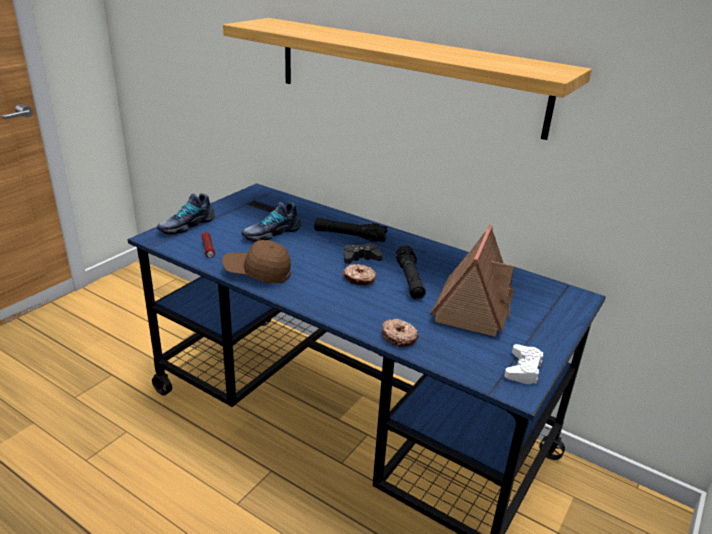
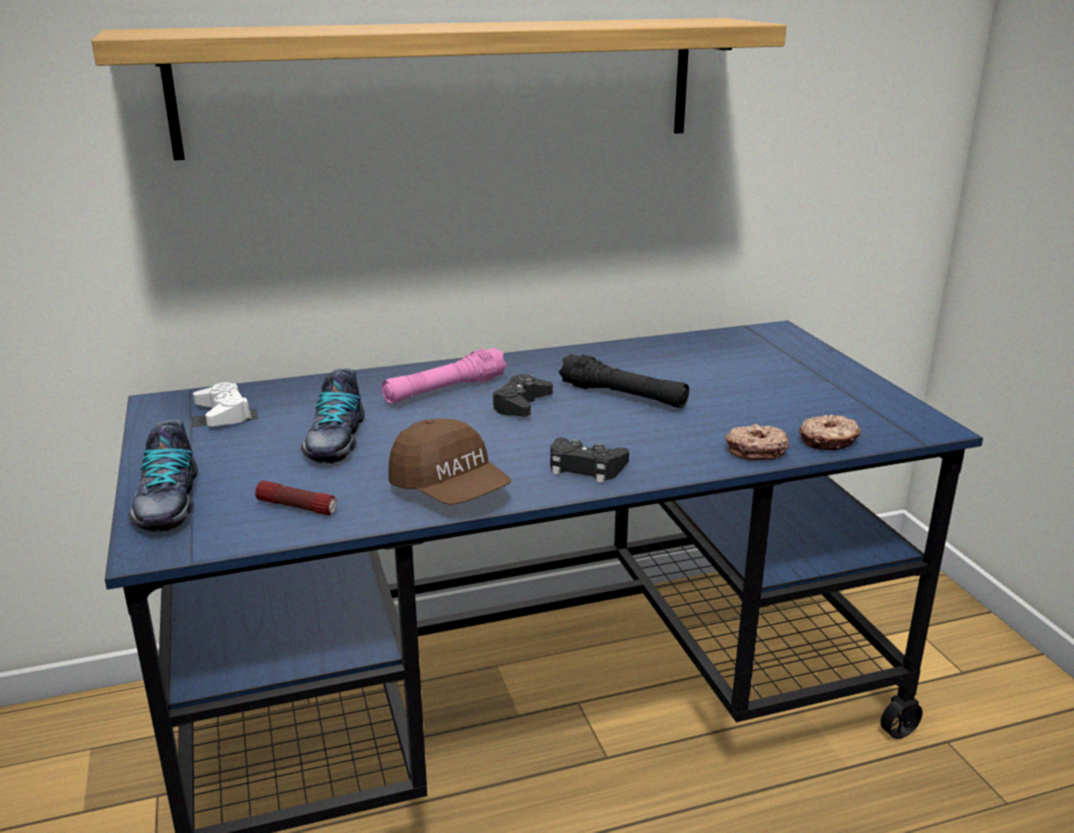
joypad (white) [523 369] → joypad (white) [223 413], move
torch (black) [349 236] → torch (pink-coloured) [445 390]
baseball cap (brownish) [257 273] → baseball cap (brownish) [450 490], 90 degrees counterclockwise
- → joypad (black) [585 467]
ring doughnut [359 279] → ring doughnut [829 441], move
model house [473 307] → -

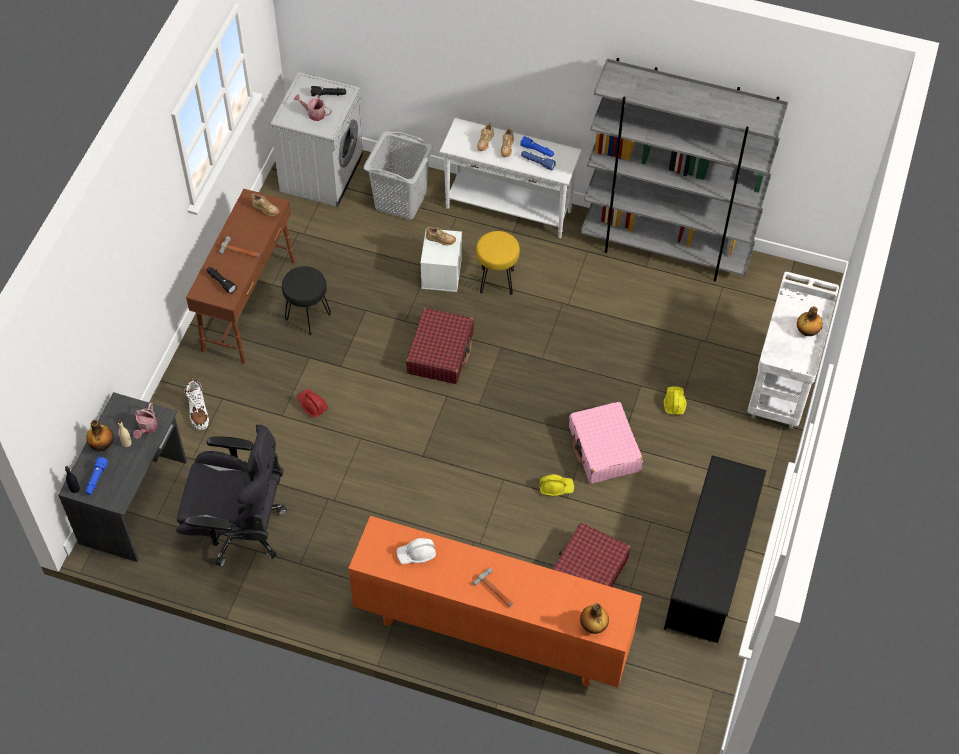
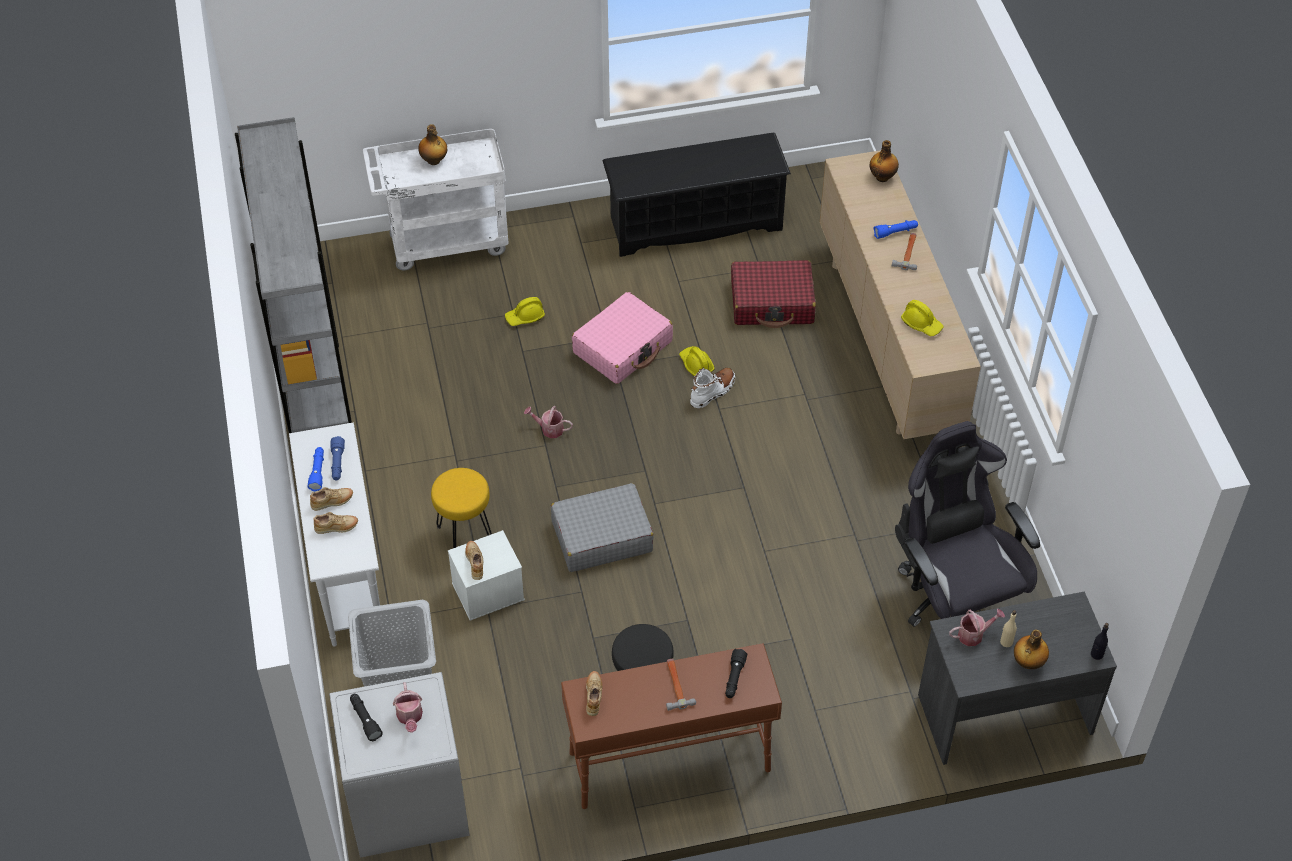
- → sprinkling can [549 429]
suitcase (red-coloured) [440 352] → suitcase (greyish) [601 536]
boot (white) [198 411] → boot (white) [712 391], move
cupboard (orange-coloured) [491 634] → cupboard (sand-coloured) [889 342]
torch (blue) [96 479] → torch (blue) [895 232], move
work helmet (white) [416 554] → work helmet (yellowish) [921 324]
work helmet (red-coloured) [312 405] → -

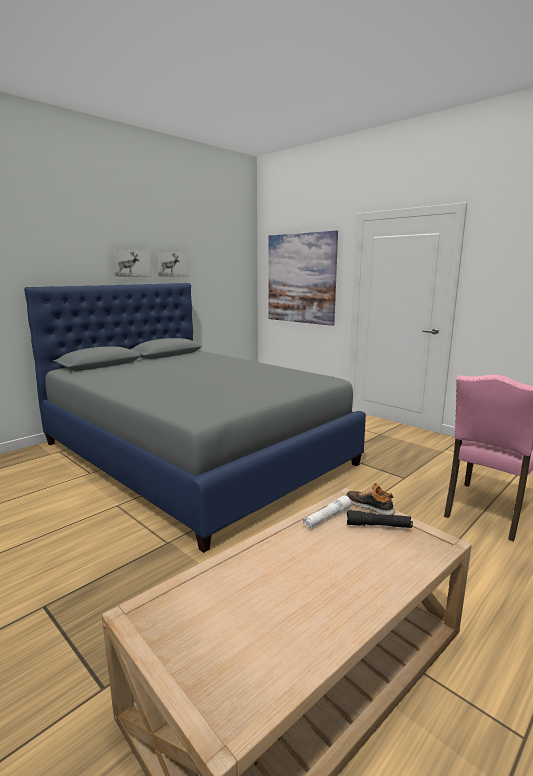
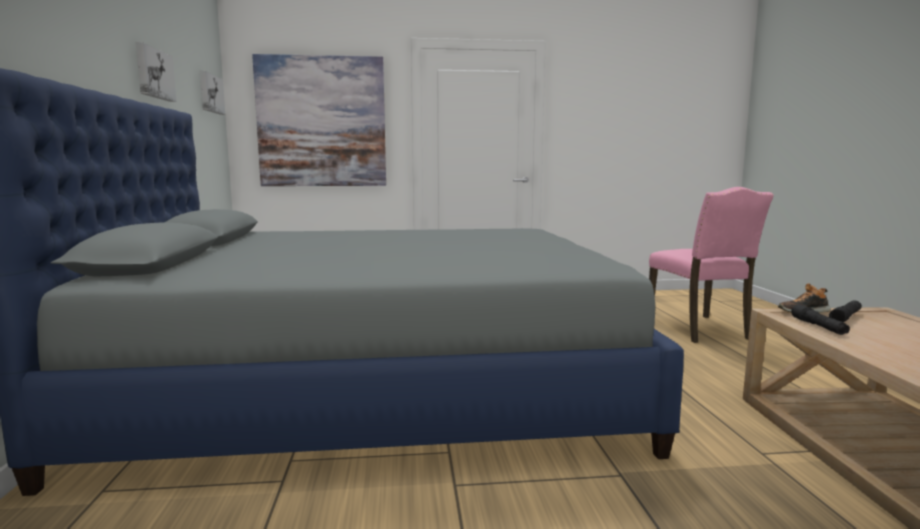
wall art [131 263] → wall art [210 93], move
torch (white) [327 518] → torch (black) [818 327]

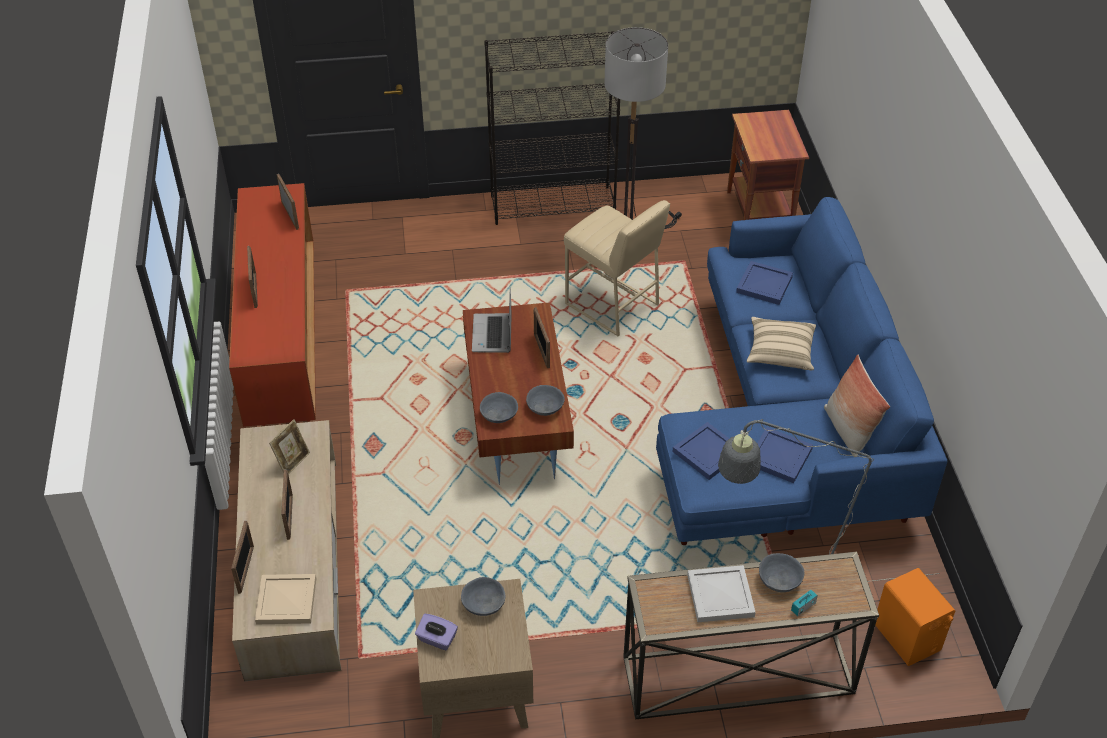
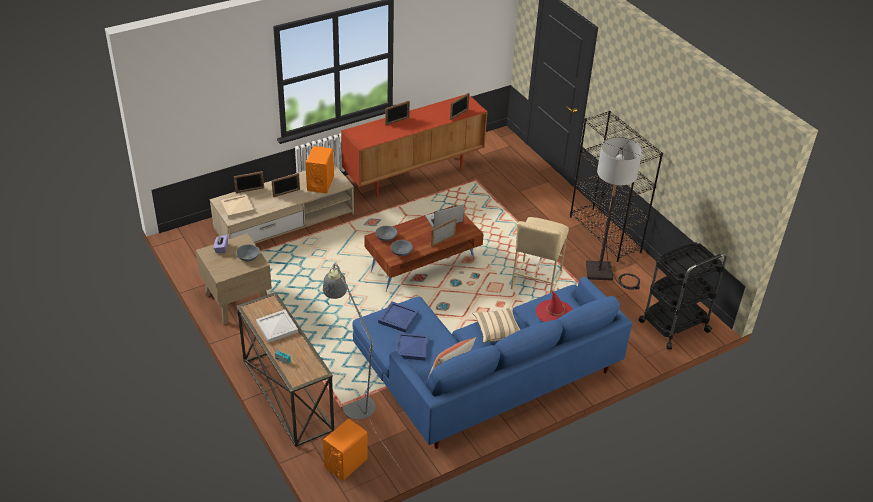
standing frame [292 461] → audio speaker (orange-coloured) [320 183]
tray (blue) [765 284] → hat (red-coloured) [554 313]
nightstand [760 212] → wheeled cart (black) [673 326]
serving bowl (greyish) [780 579] → -

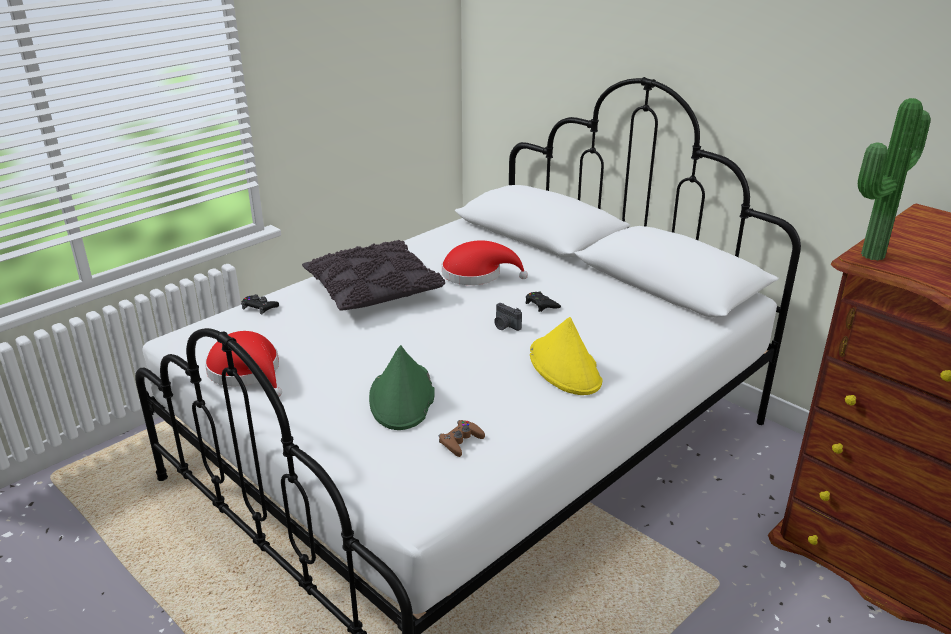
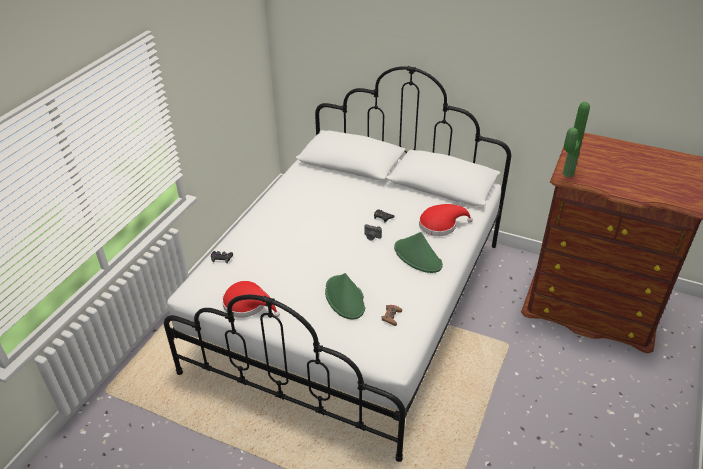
hat (yellowish) [565 367] → hat (green-coloured) [418 257]
hat (red-coloured) [476 274] → hat (red-coloured) [440 225], move
throw pillow (black) [373 290] → -

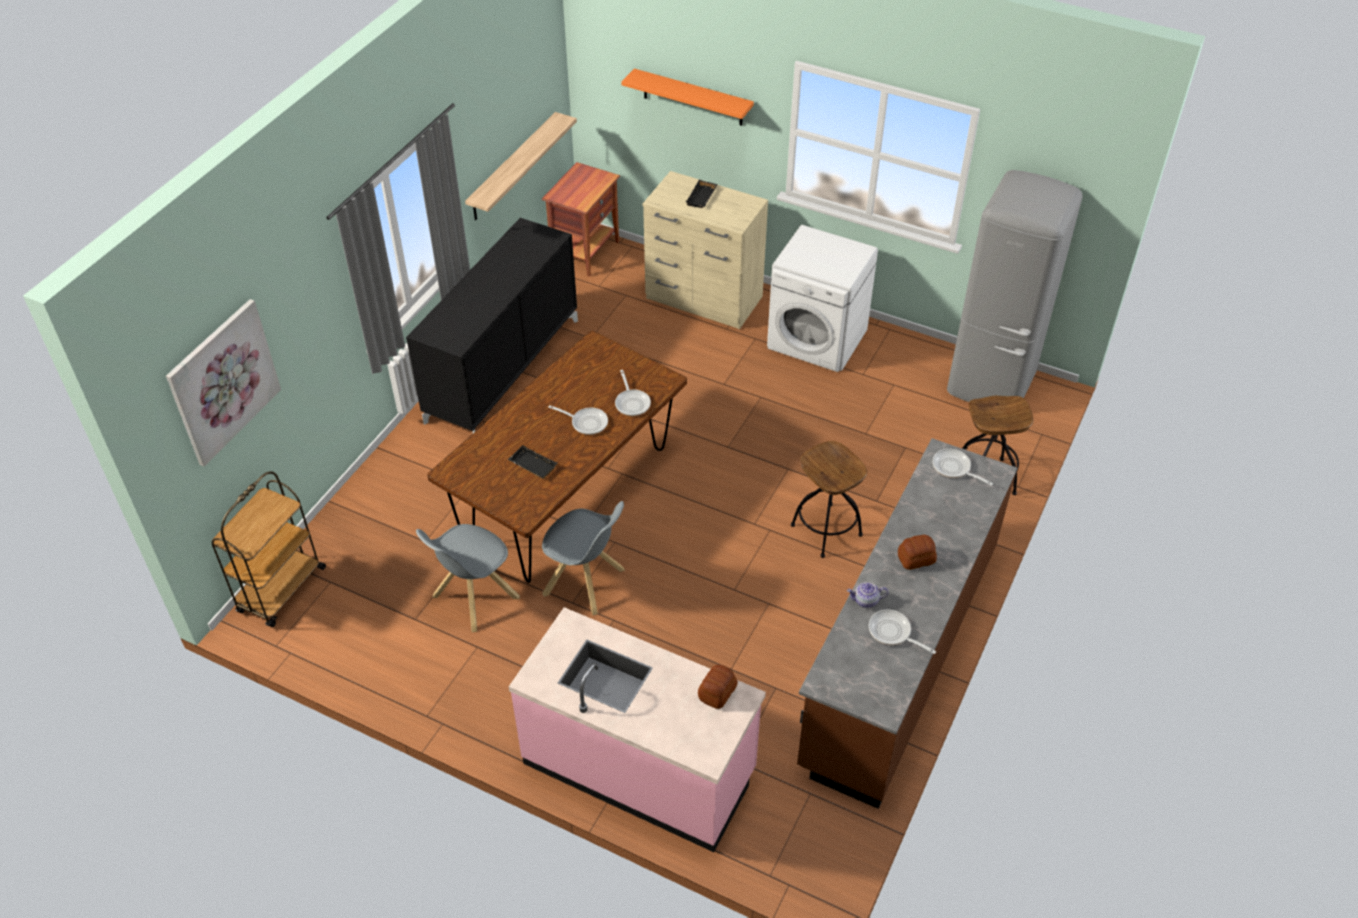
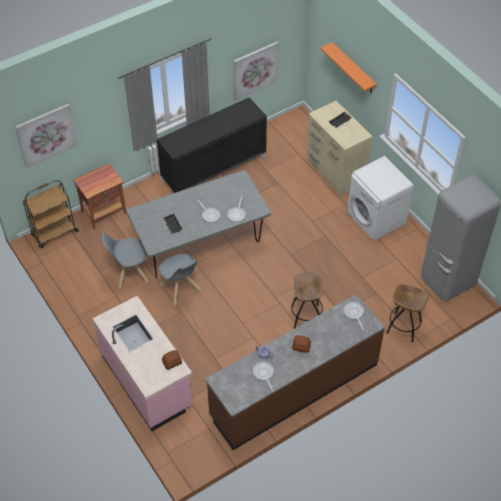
nightstand [585 252] → nightstand [104 212], move
kitchen table (brownish) [567 495] → kitchen table (greyish) [200 244]
bracket shelf [513 167] → wall art [255 70]

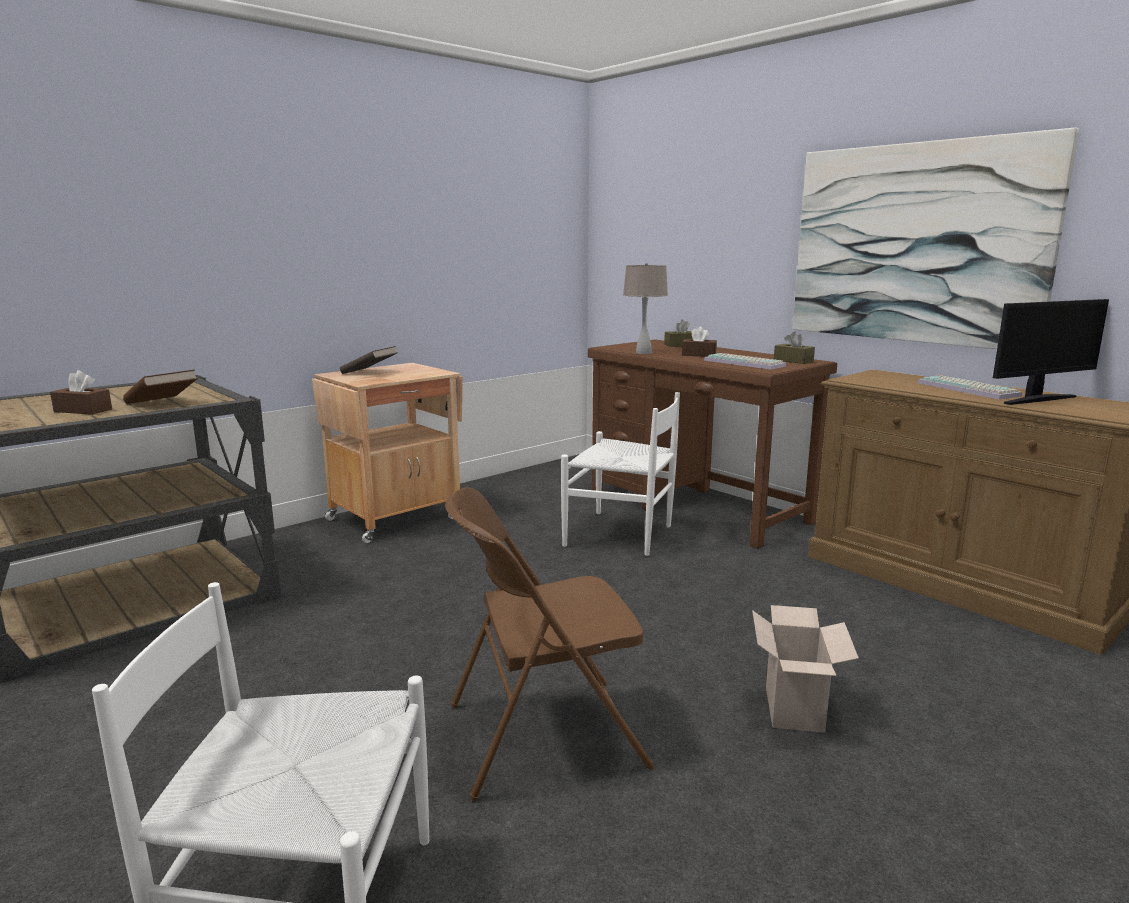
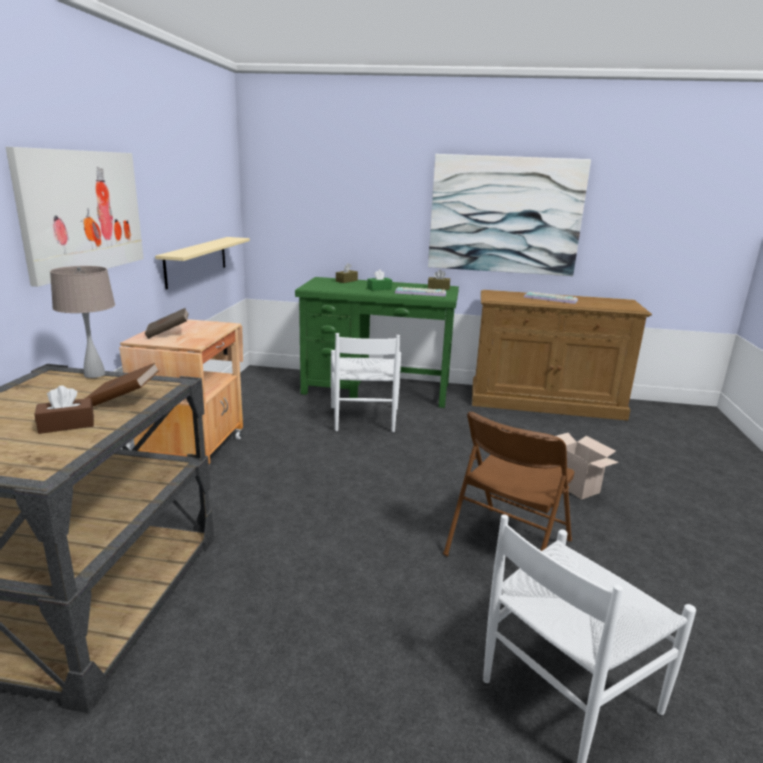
- → wall art [83 212]
lamp for a table (sand-coloured) [644 353] → lamp for a table (sand-coloured) [95 374], move
- → bracket shelf (sand-coloured) [196 261]
desk (brownish) [698 506] → desk (green-coloured) [377 389]
upright chair (white) [620 535] → upright chair (white) [364 420], 105 degrees clockwise
box of tissues (brownish) [698 355] → box of tissues (green-coloured) [379 288]
computer display [1037 399] → -

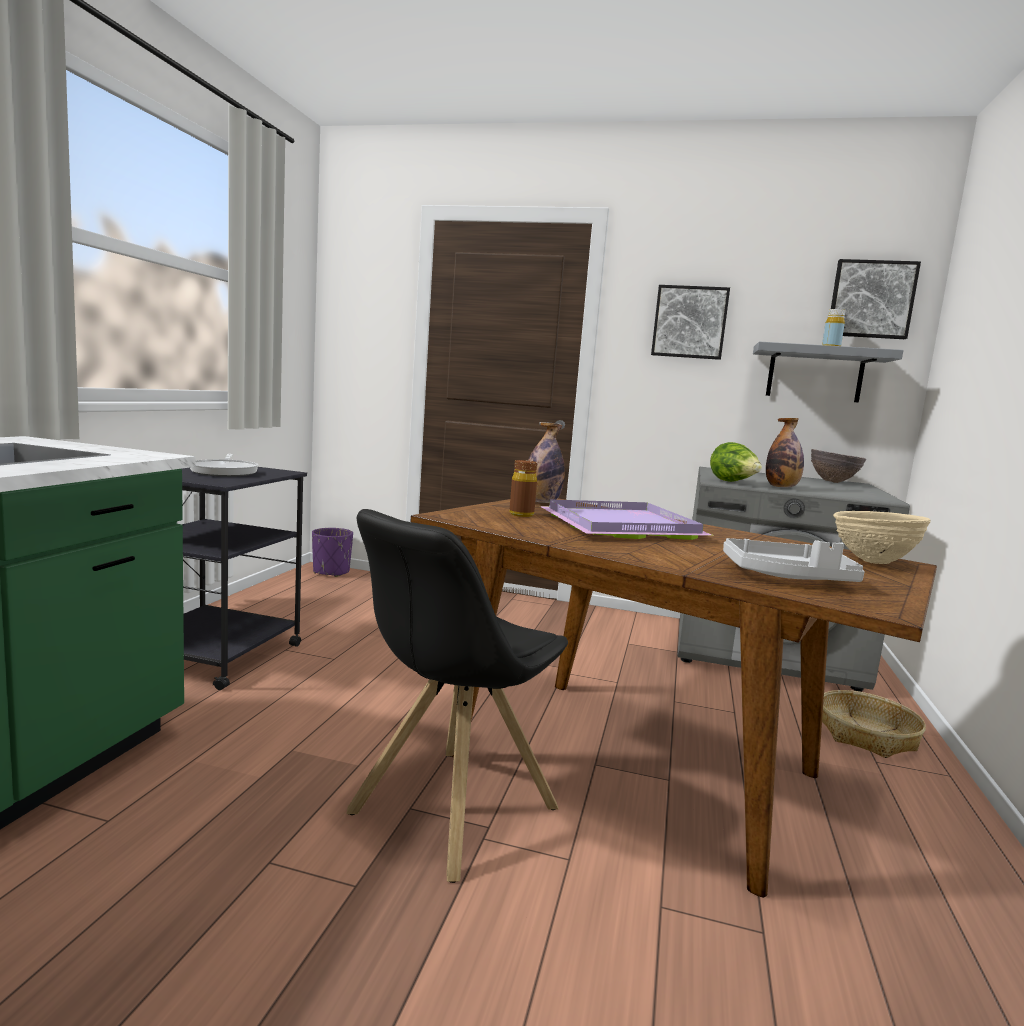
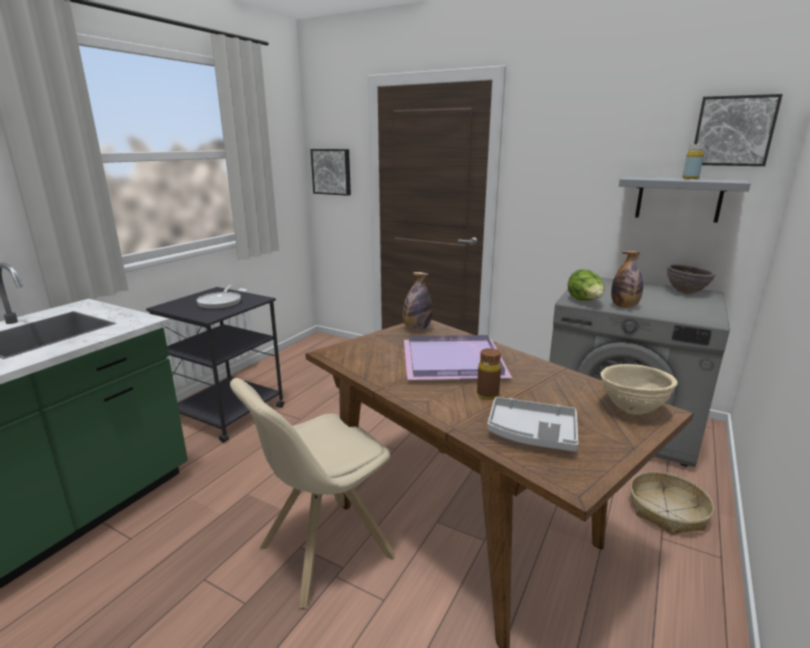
upright chair (black) [451 809] → upright chair (sand-coloured) [325 551]
wall art [689 322] → wall art [332 171], move
bottle (brownish) [521 514] → bottle (brownish) [487 395], move
flower pot (purple-coloured) [331 572] → -

